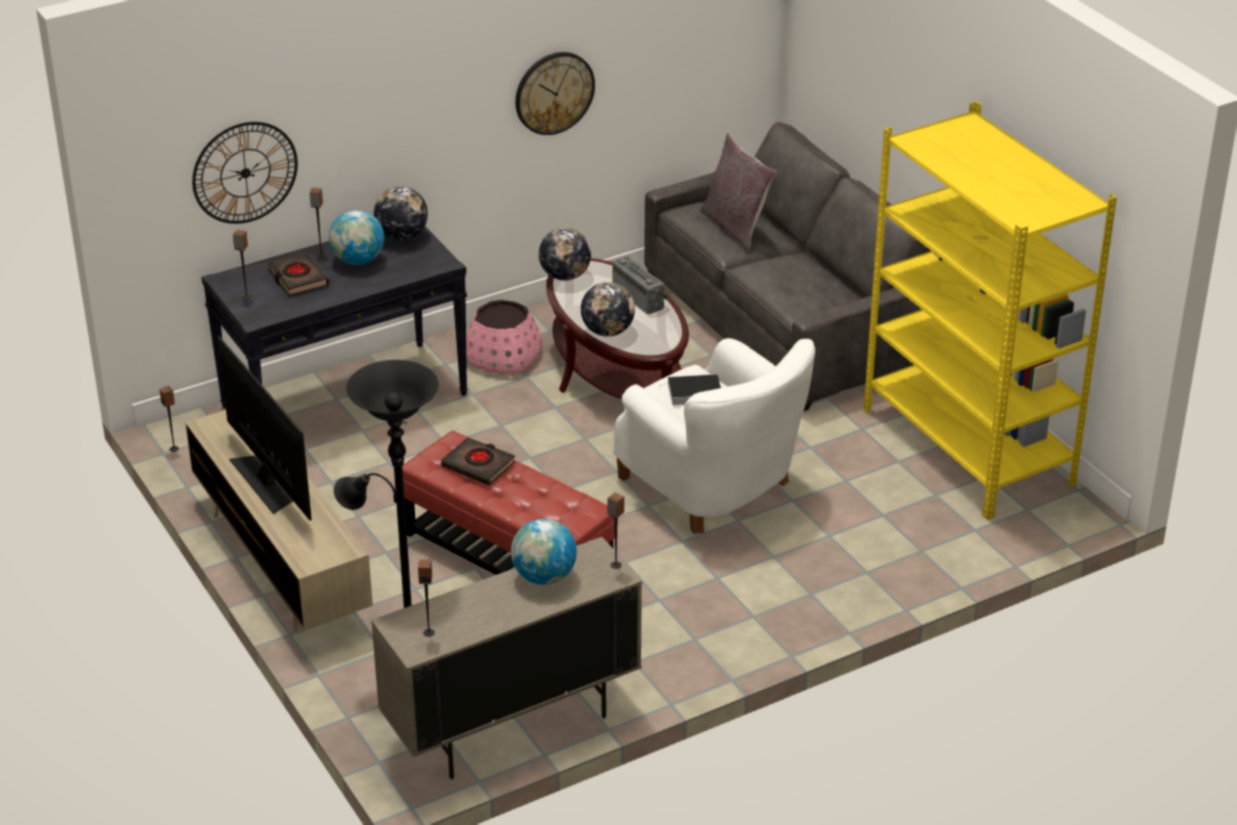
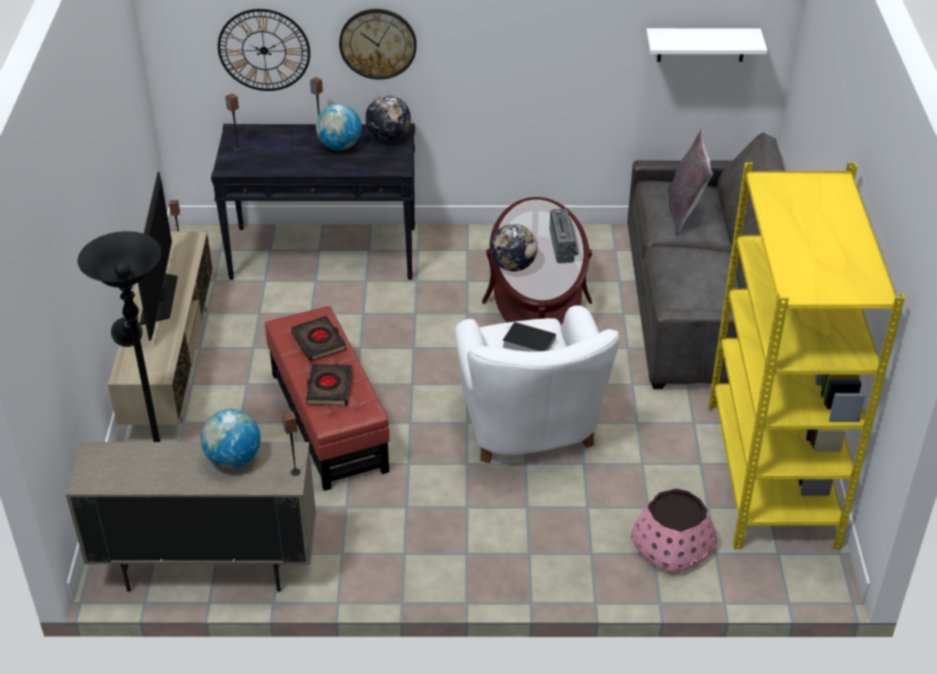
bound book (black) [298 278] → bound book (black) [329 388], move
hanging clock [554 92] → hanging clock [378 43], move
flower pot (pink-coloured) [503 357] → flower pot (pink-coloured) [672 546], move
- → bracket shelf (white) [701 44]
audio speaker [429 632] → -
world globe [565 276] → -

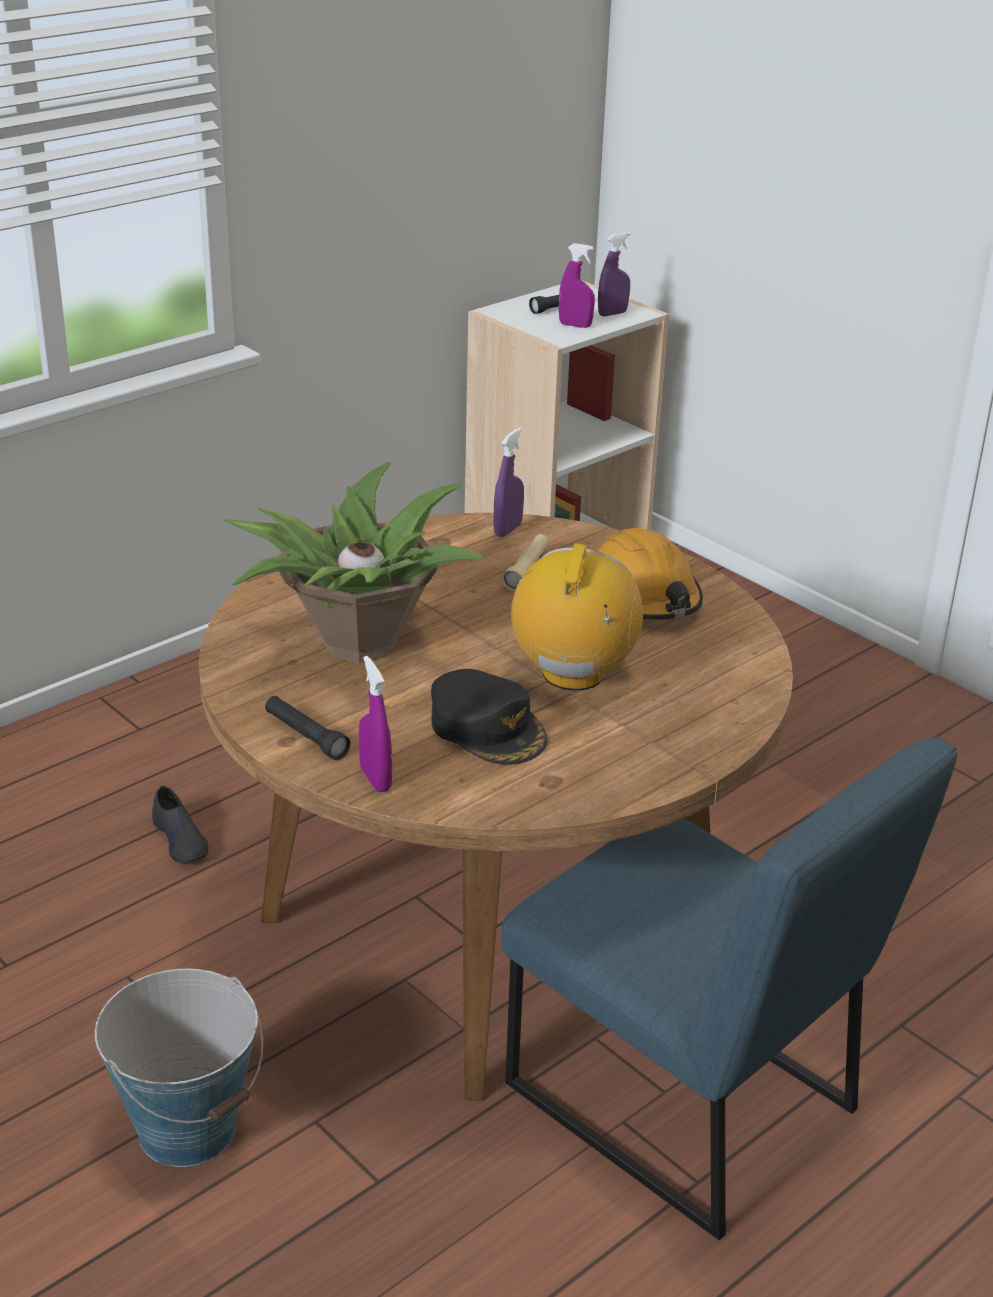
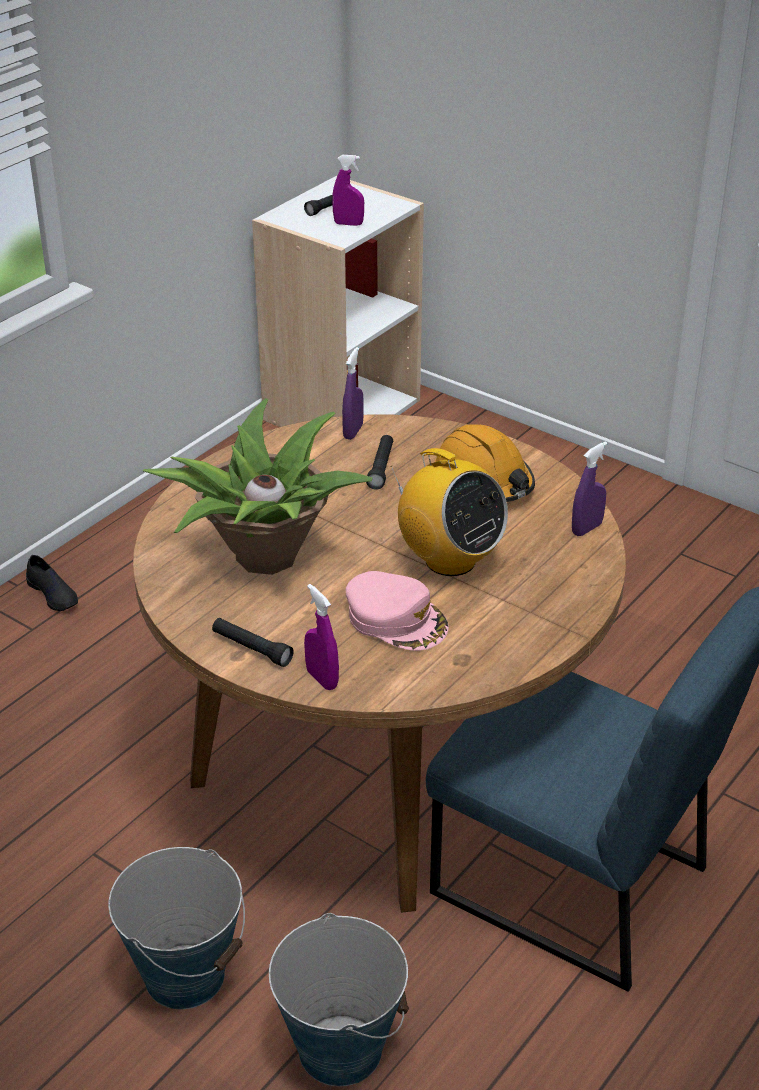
shoe (black) [180 839] → shoe (black) [53 594], move
- → pail [340 1049]
baseball cap (black) [488 728] → baseball cap (pink-coloured) [396 619]
torch (sand-coloured) [526 570] → torch (black) [381 468]
radio receiver [573 674] → radio receiver [449 560], 135 degrees clockwise
spray bottle (purple-coloured) [612 313] → spray bottle (purple-coloured) [586 529], move

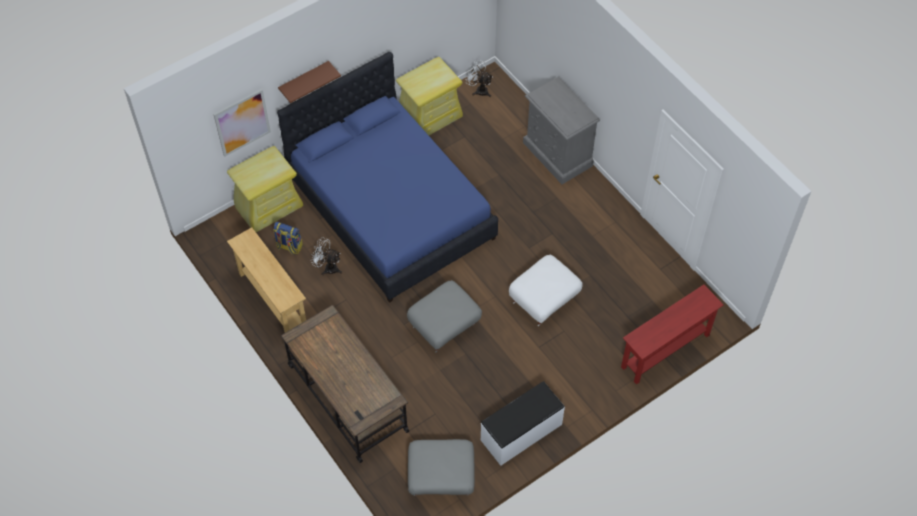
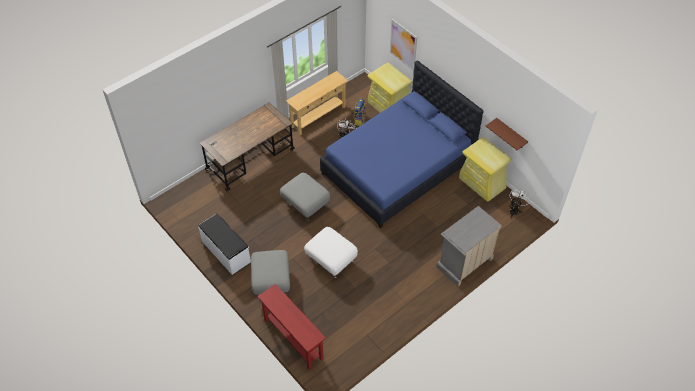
ottoman (greyish) [441 478] → ottoman (greyish) [271 281], move
bracket shelf (brownish) [304 80] → bracket shelf (brownish) [511 134], move

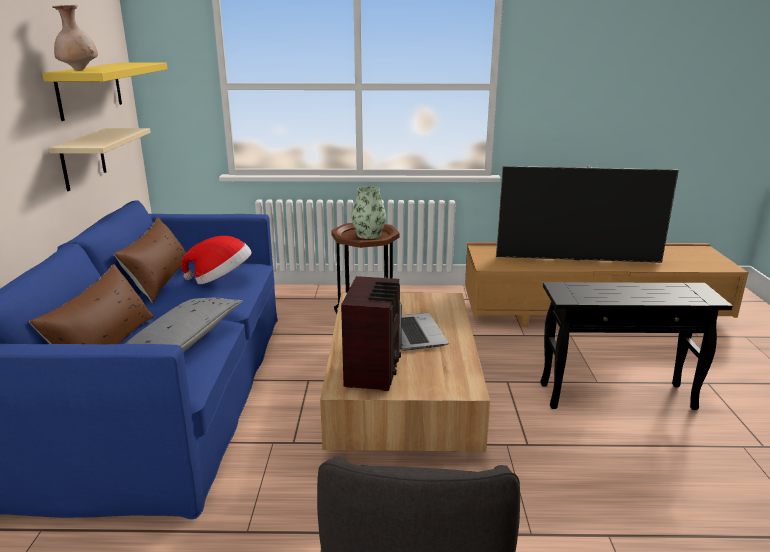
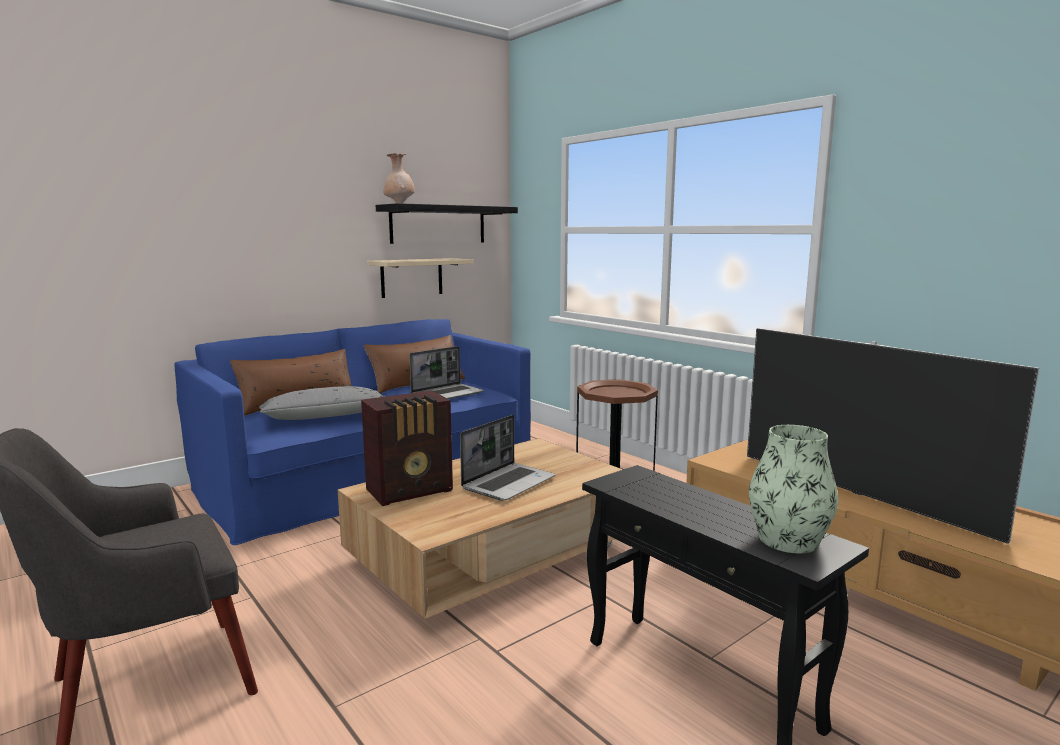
bracket shelf (yellowish) [90 89] → bracket shelf (black) [438 224]
hat [221 280] → laptop [448 394]
vase [368 235] → vase [788 540], move

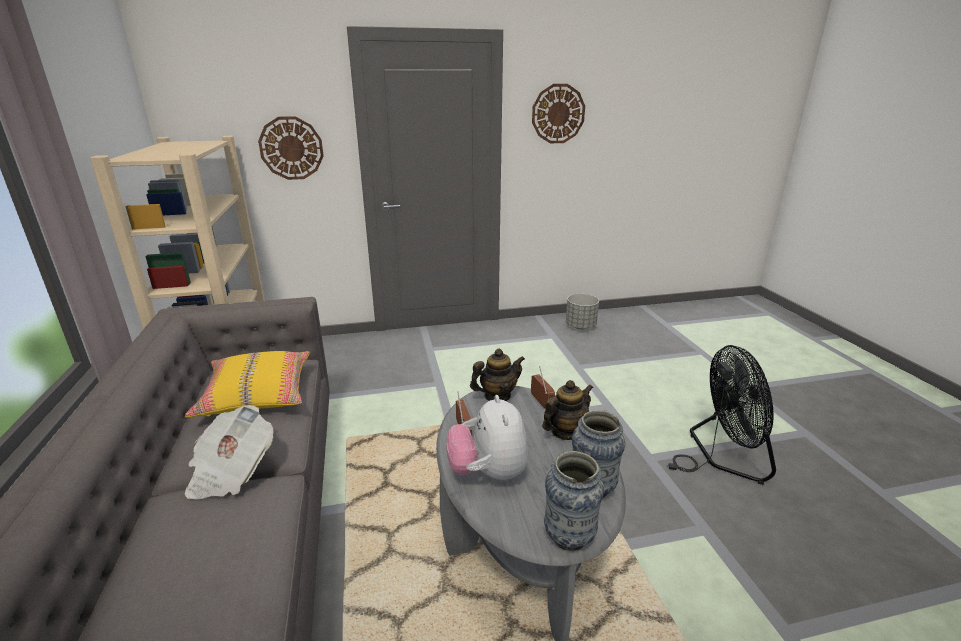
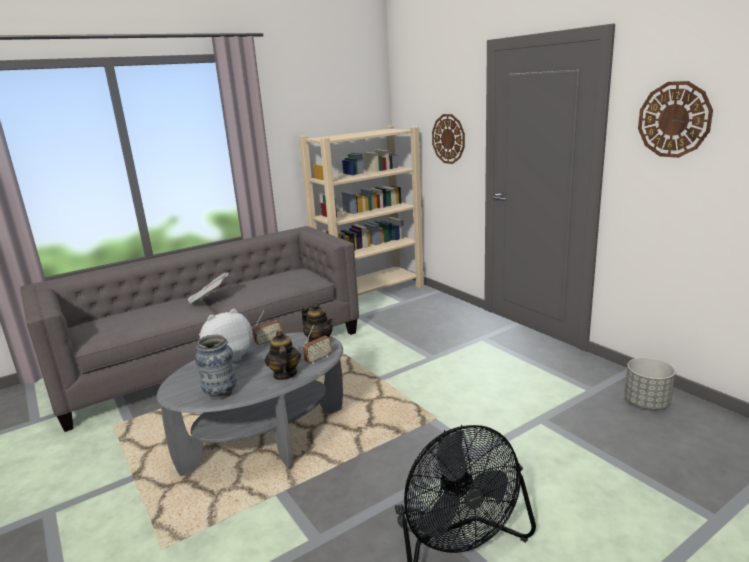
pot for tea [565 432] → pot for tea [284 374], 135 degrees counterclockwise
throw pillow (yellowish) [256 394] → -
vase [569 537] → -

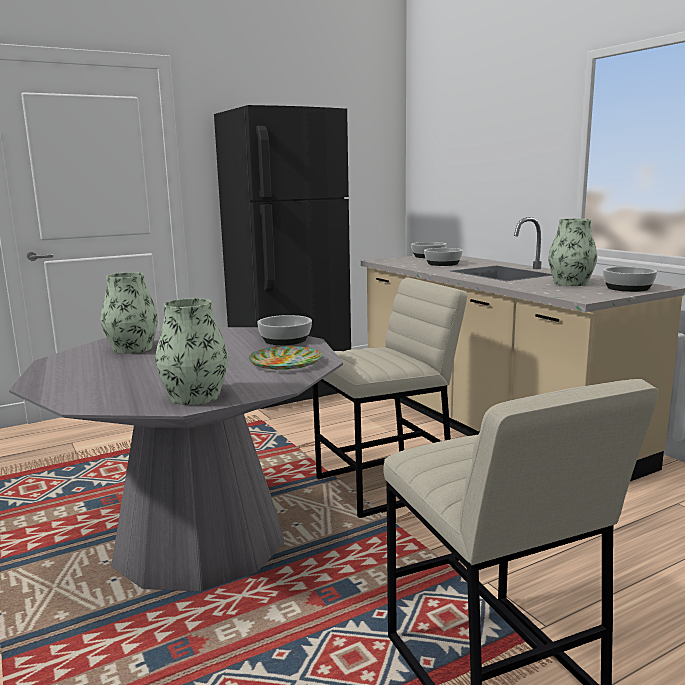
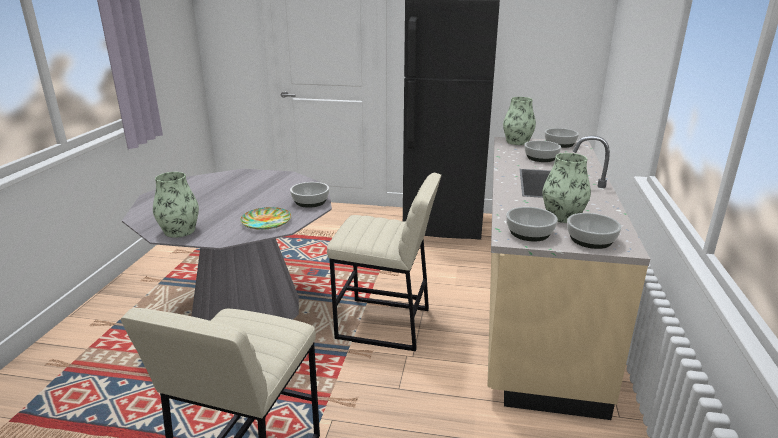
vase [132 349] → vase [517 142], move
- → serving bowl [529 233]

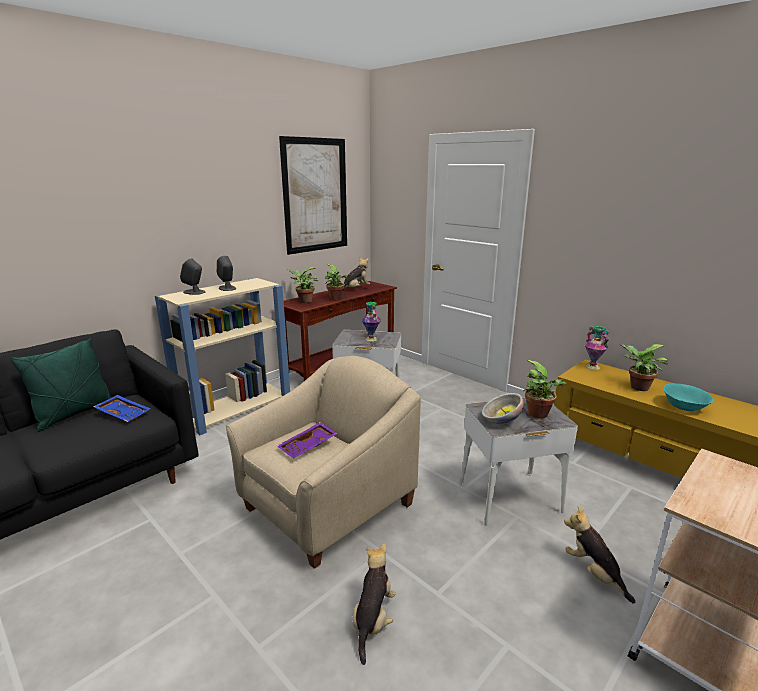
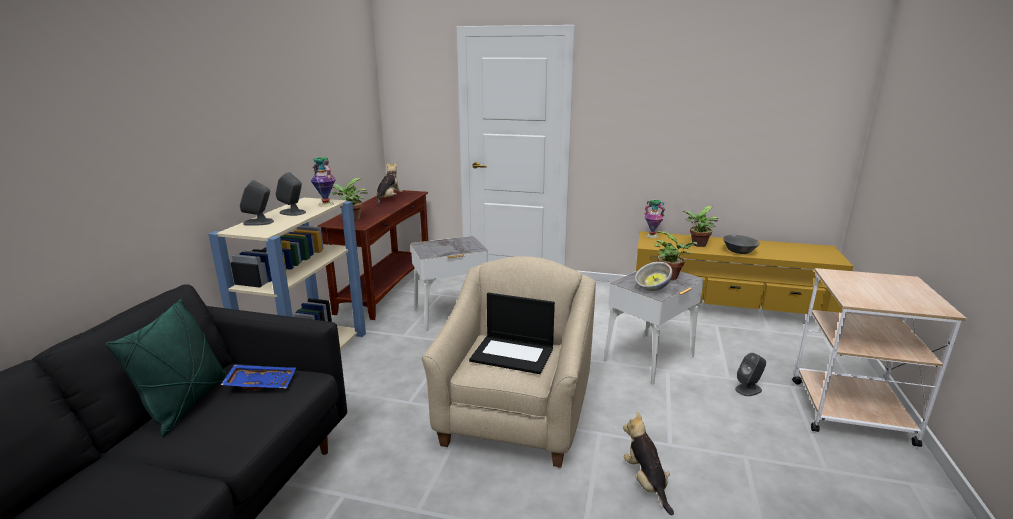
vase [371 339] → vase [325 204], move
tray (purple-coloured) [308 447] → laptop [513 354]
serving bowl (turquoise-coloured) [683 406] → serving bowl (greyish) [738 251]
plush toy [594 573] → audio speaker (greyish) [748 389]
wall art [315 195] → -
plant in a pot [336 298] → -

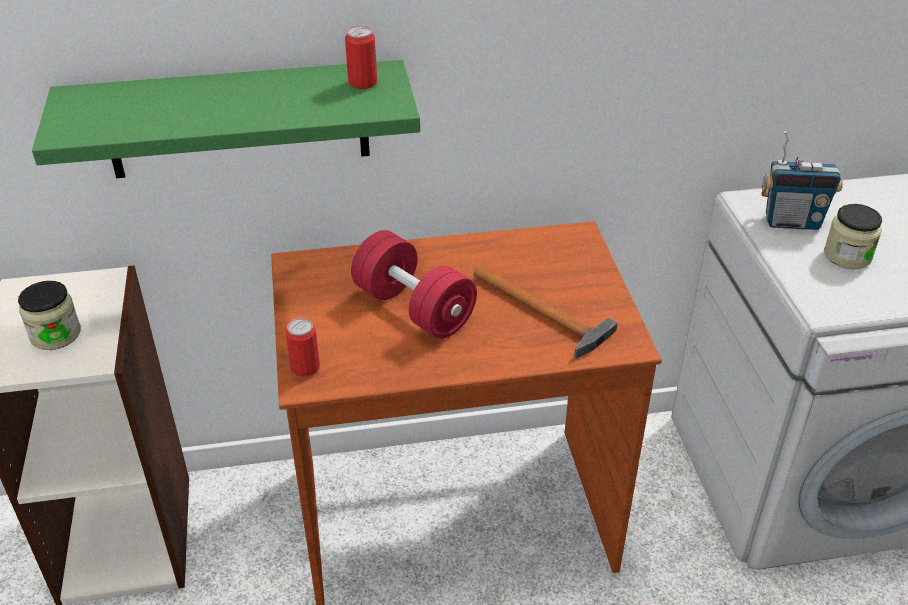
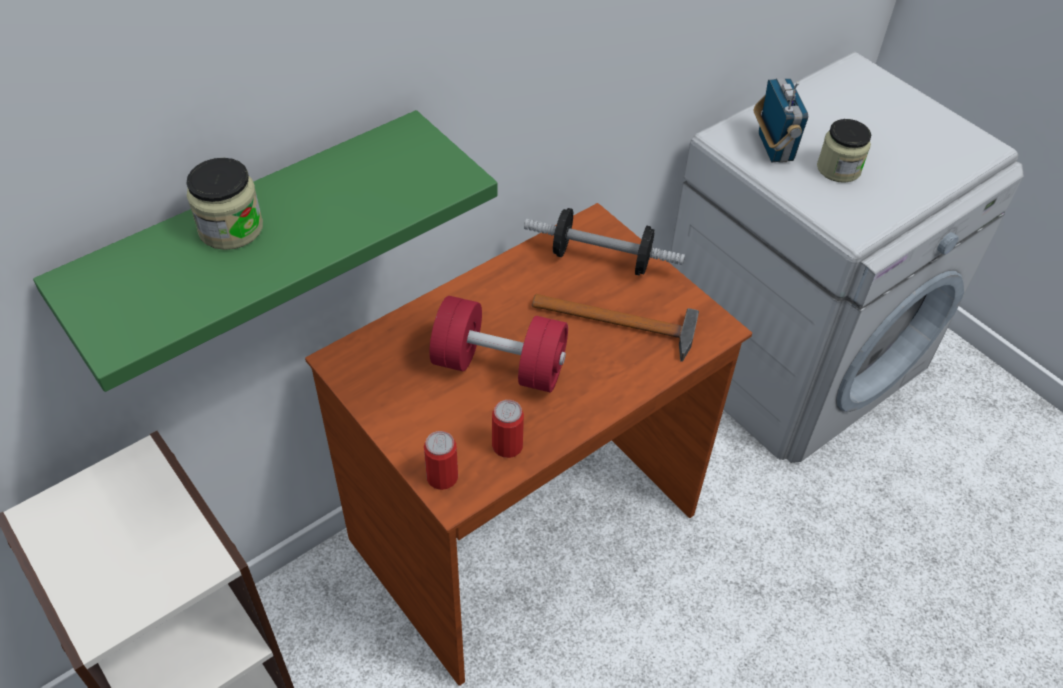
jar [55 334] → jar [231 228], move
sealed can [362 82] → sealed can [507 445], move
- → free weight [601 259]
radio receiver [791 222] → radio receiver [773 148], 75 degrees counterclockwise

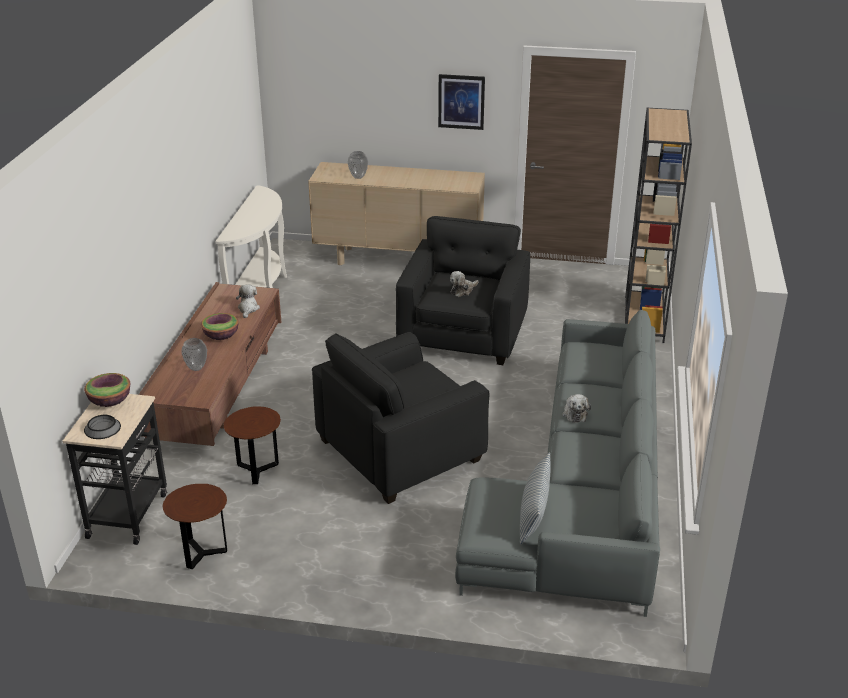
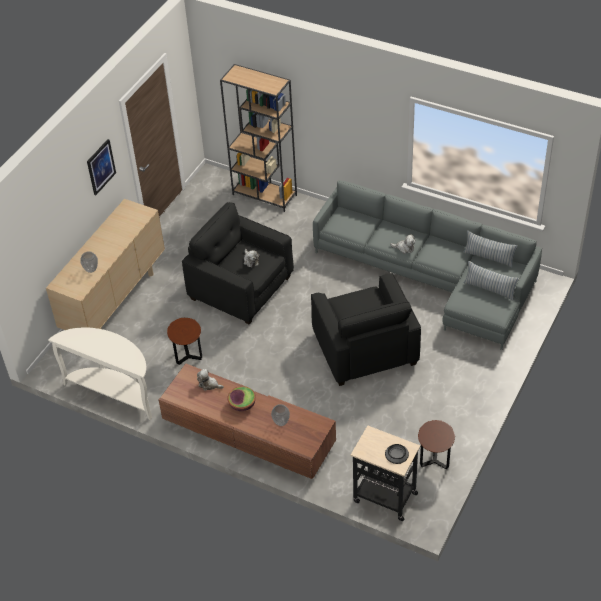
end table (brownish) [257 471] → end table (brownish) [188 356], move
- → throw pillow [488 257]
serving bowl [110 401] → -

